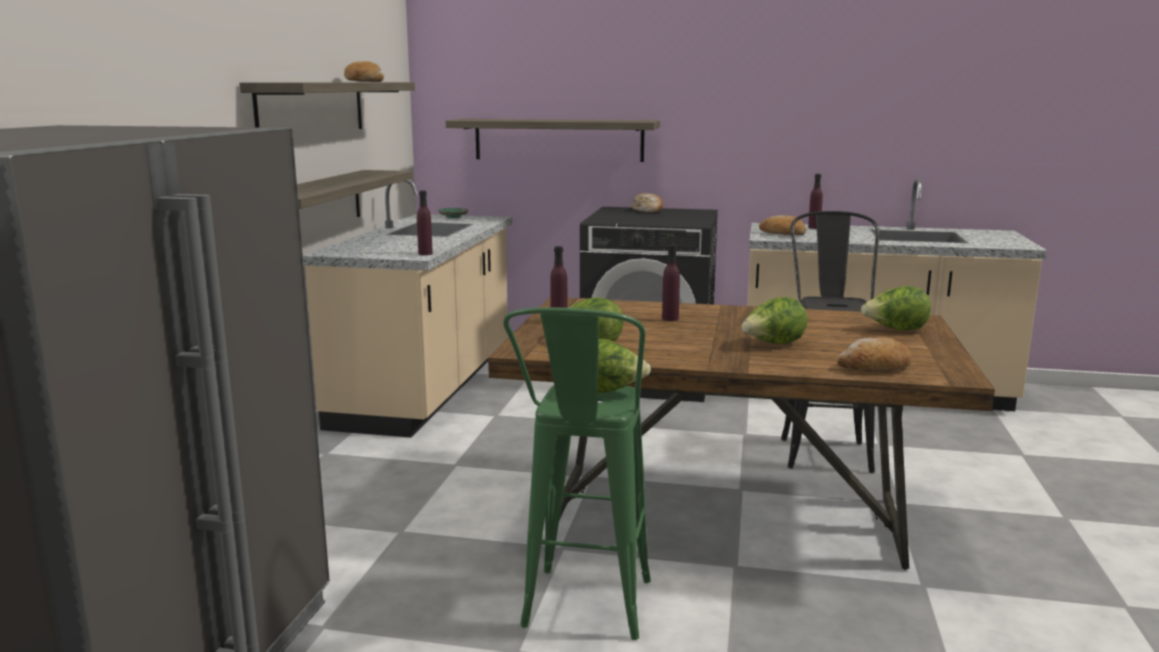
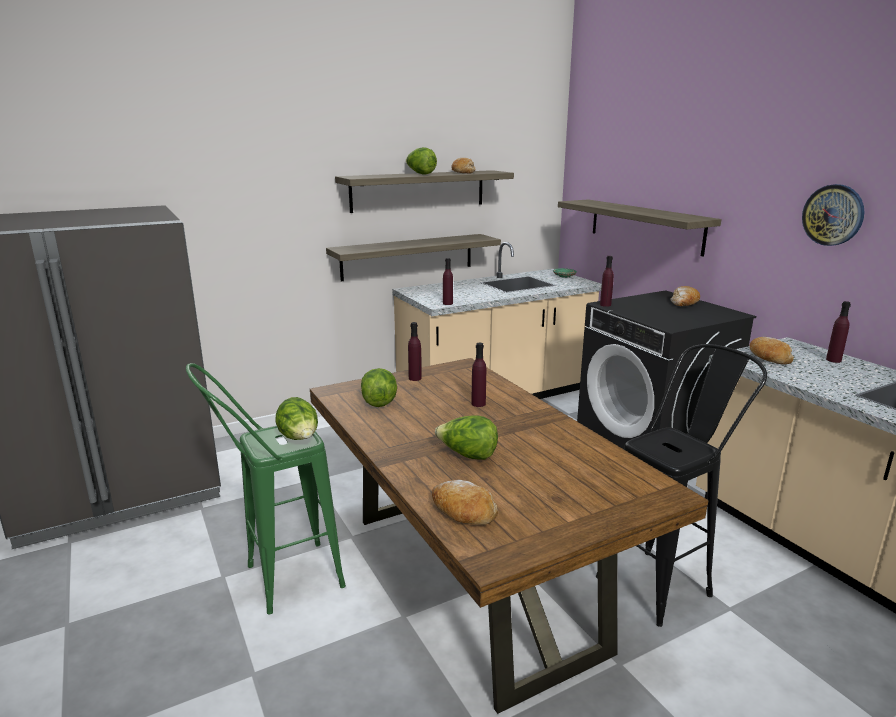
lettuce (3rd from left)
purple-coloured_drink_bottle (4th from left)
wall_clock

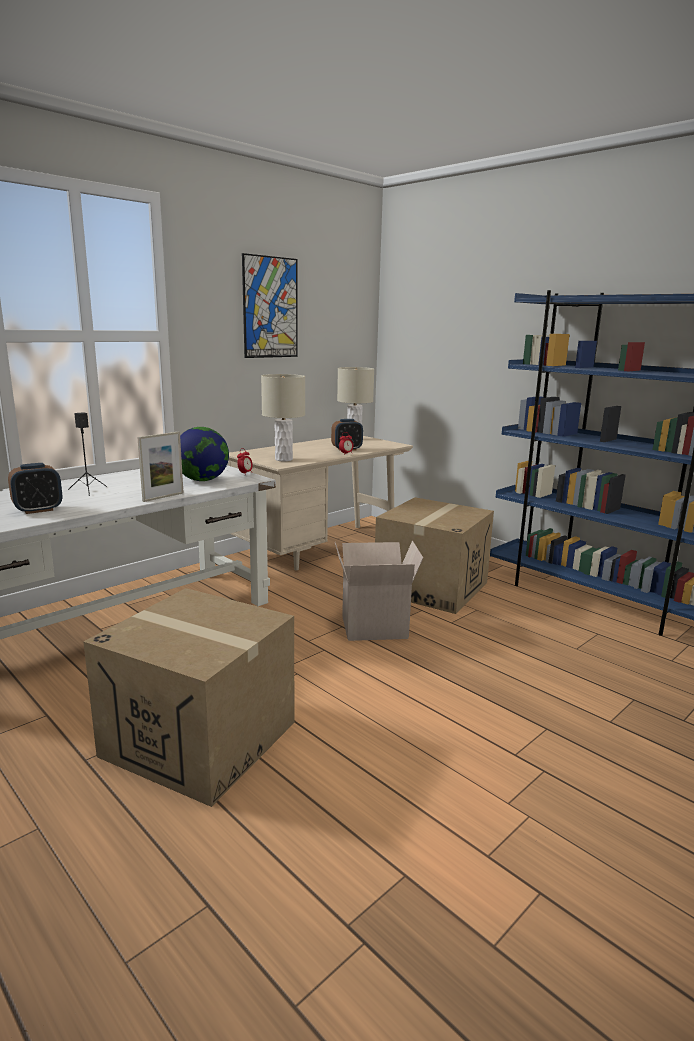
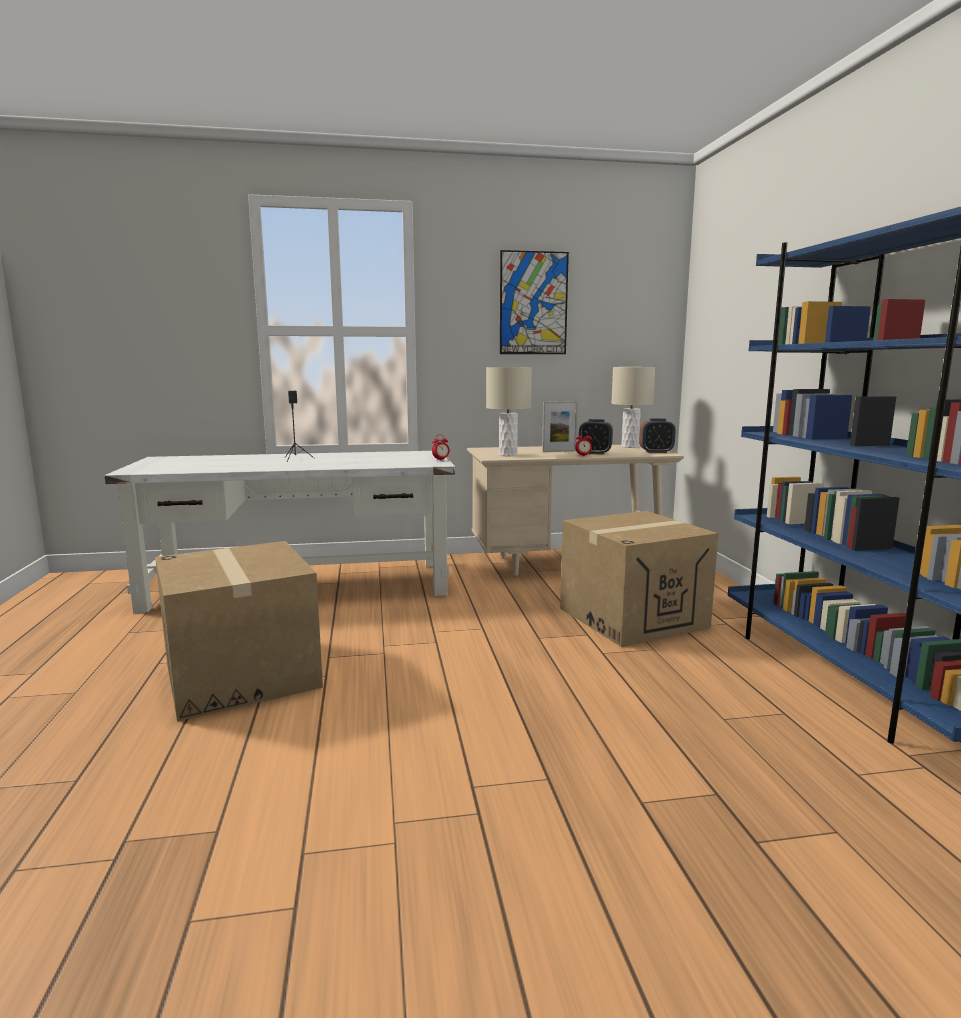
picture_frame
bedside_clock (4th from left)
globe
cardboard_box (2nd from left in the first image)

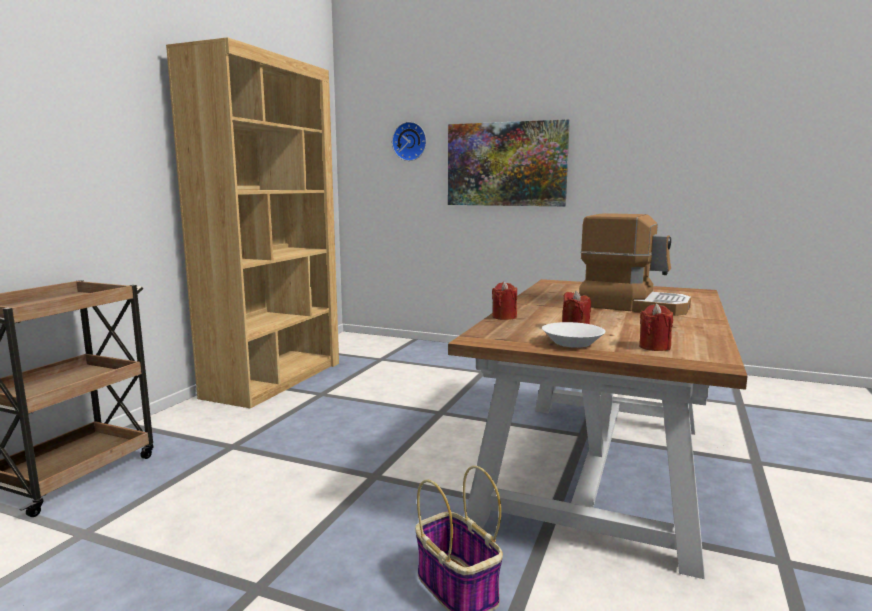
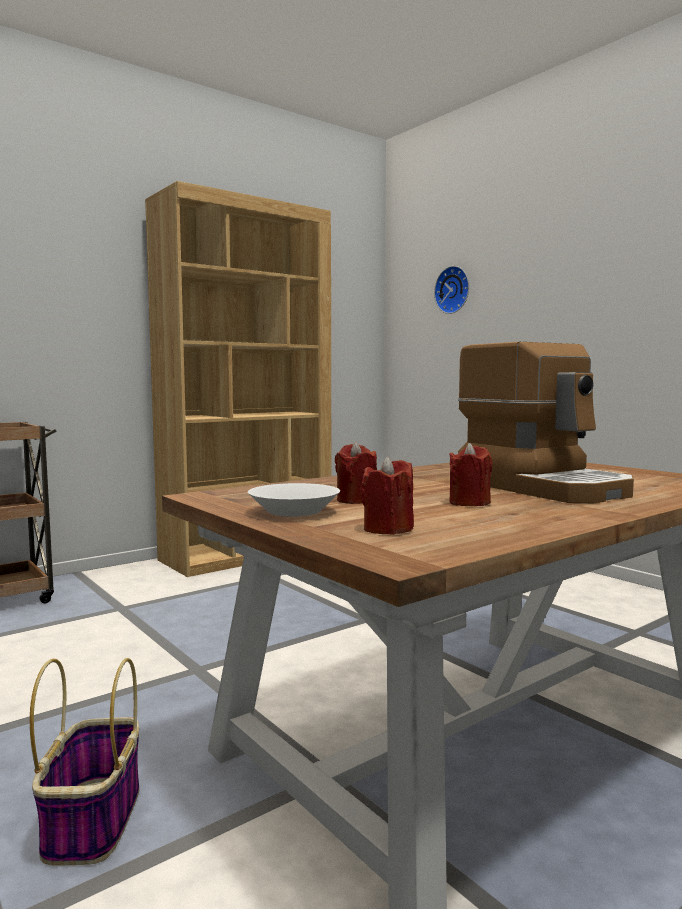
reddish_wax_candle (3rd from left)
picture

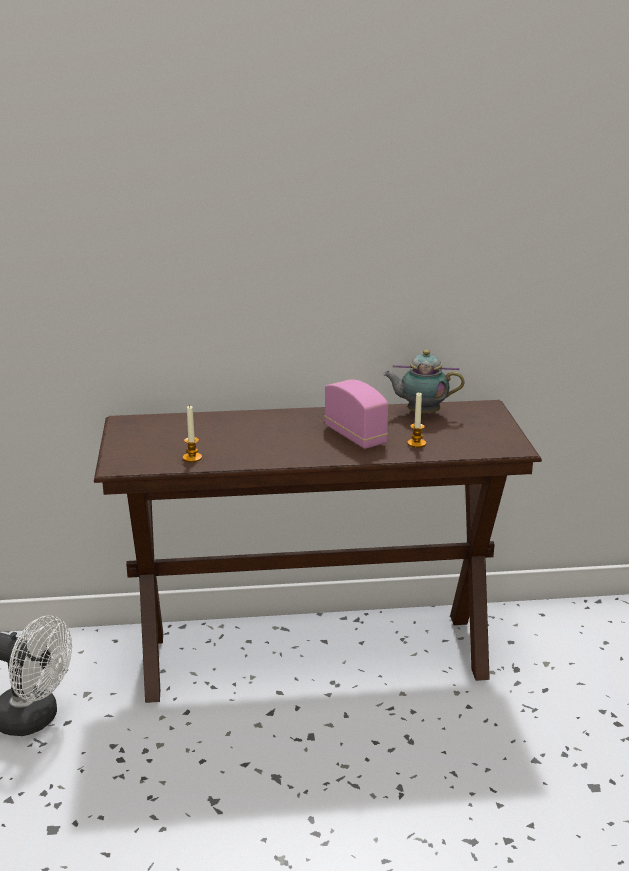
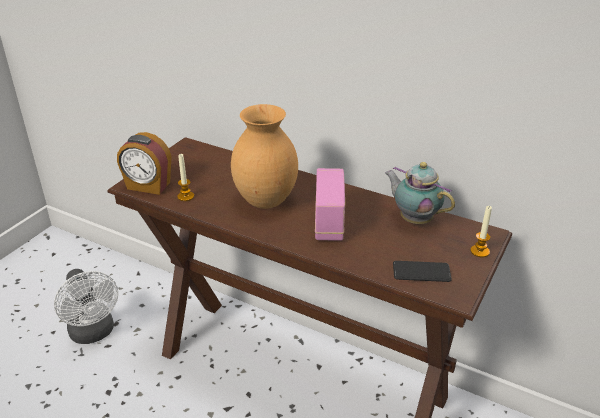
bedside_clock
brown-coloured_vase
handset
wax_candle (2nd from left)

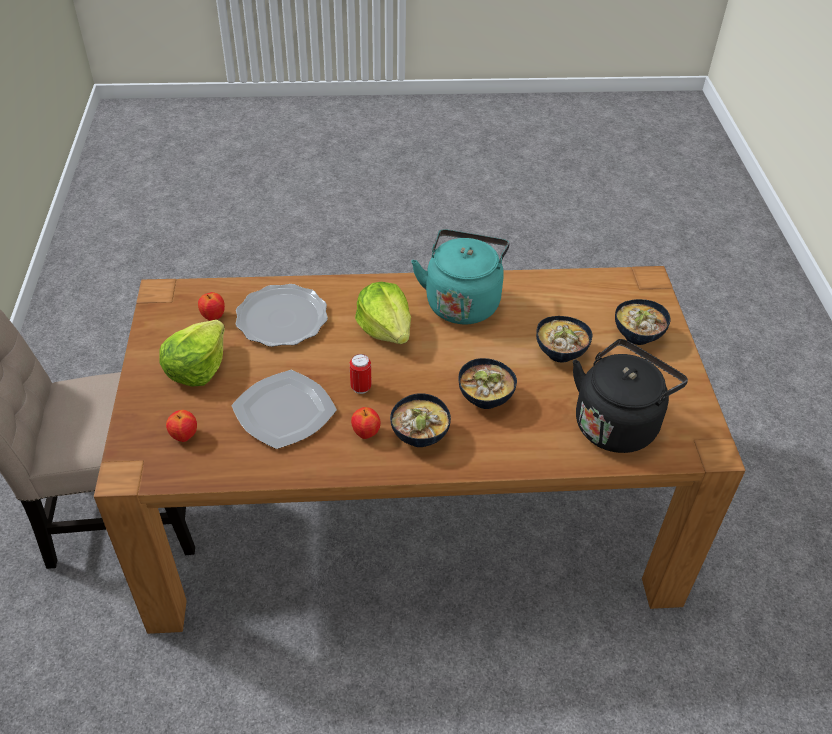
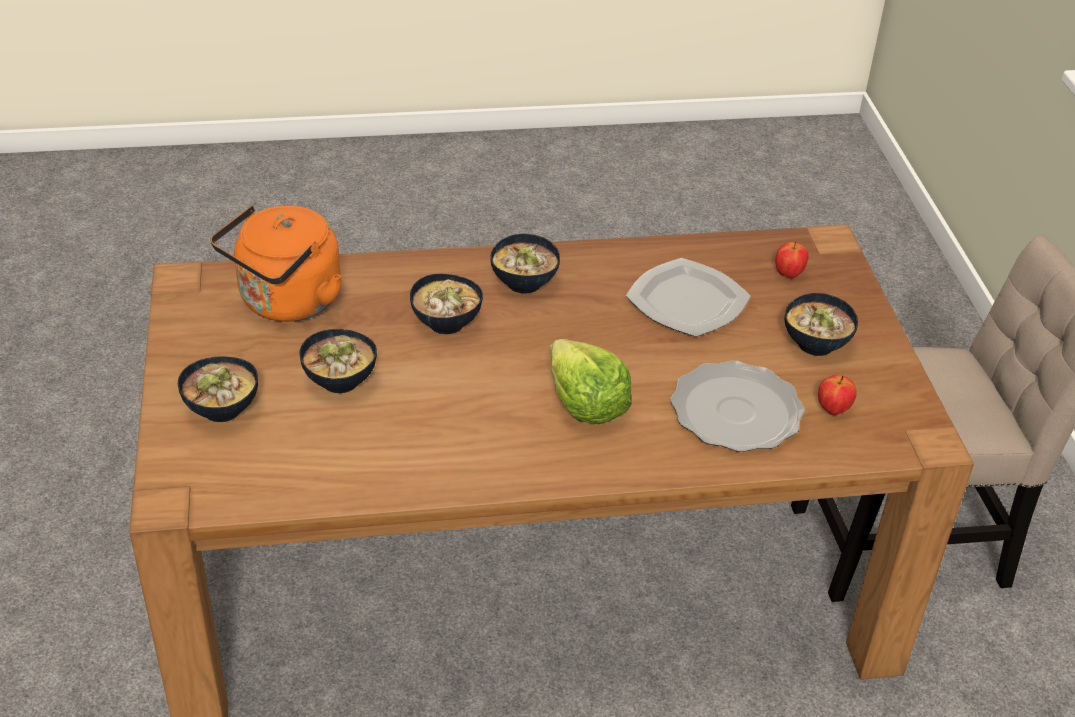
orange_water_kettle
deep_dish (5th from left)
metal_can
apple (3rd from left in the first image)
turquoise-coloured_water_kettle

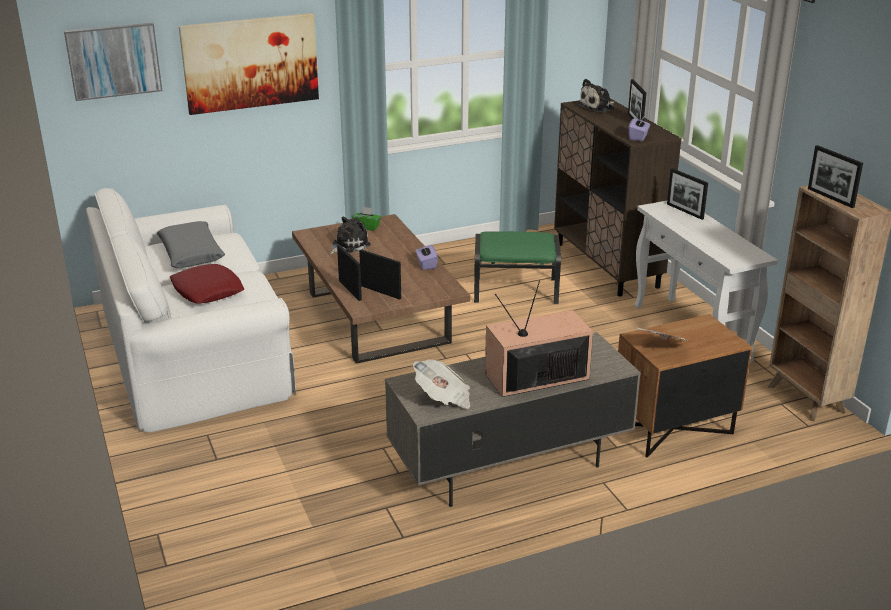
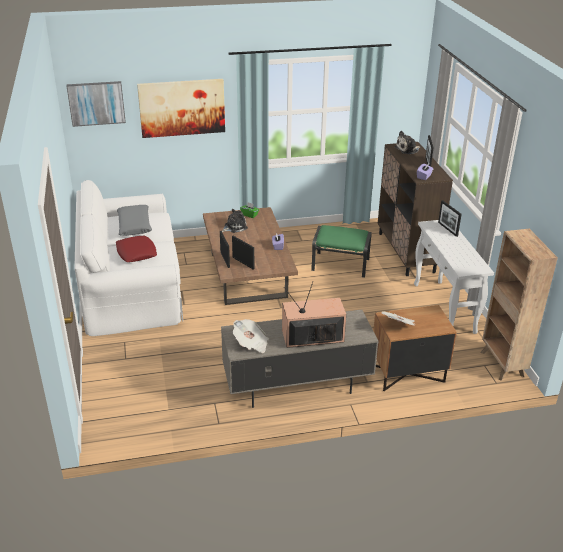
picture_frame (5th from left in the first image)

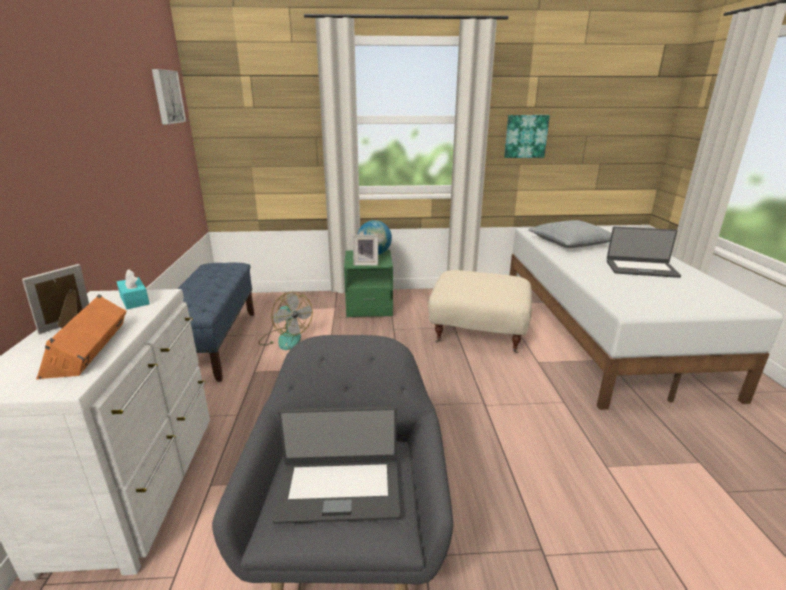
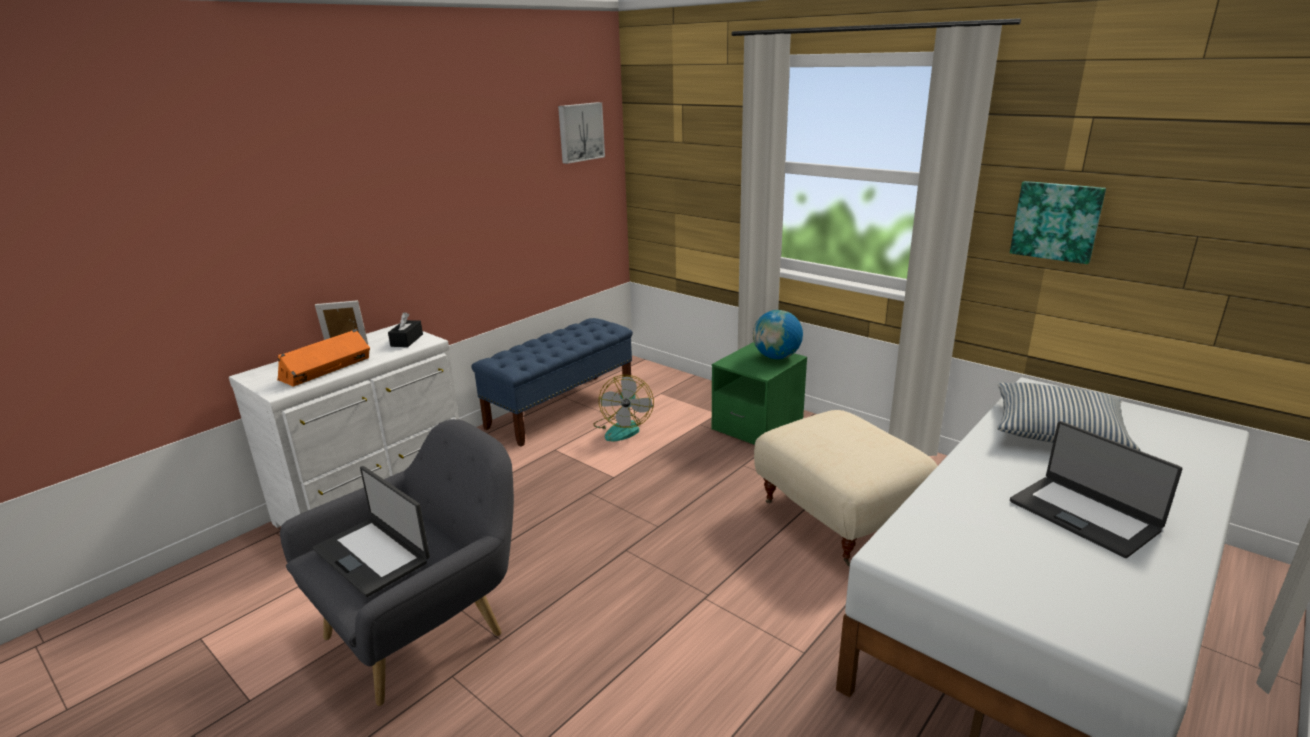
black-coloured_tissue_box
picture_frame (2nd from left in the first image)

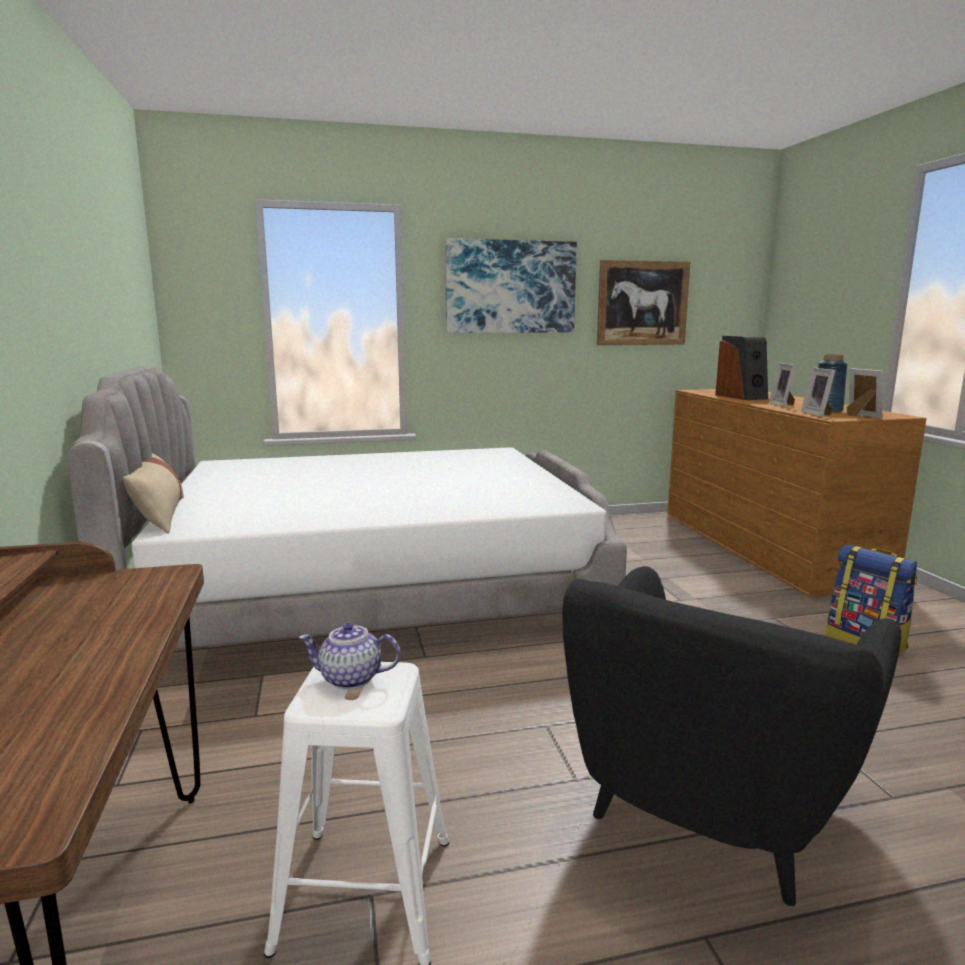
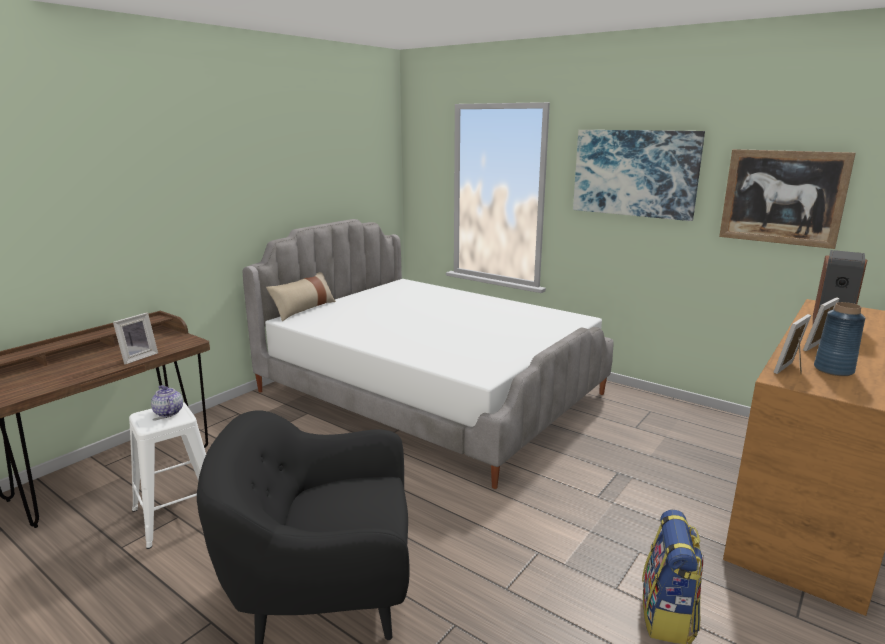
picture_frame (1st from left)

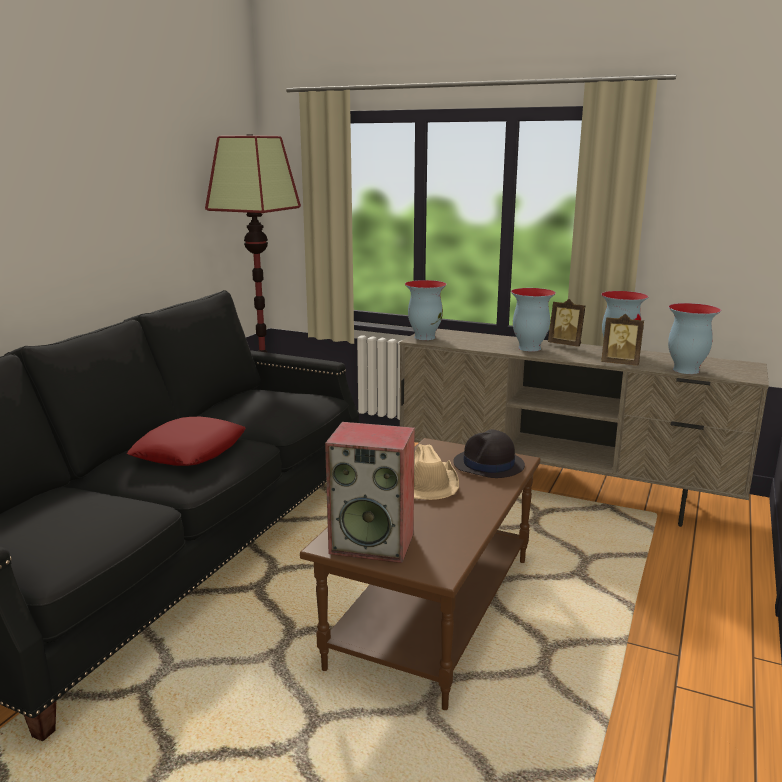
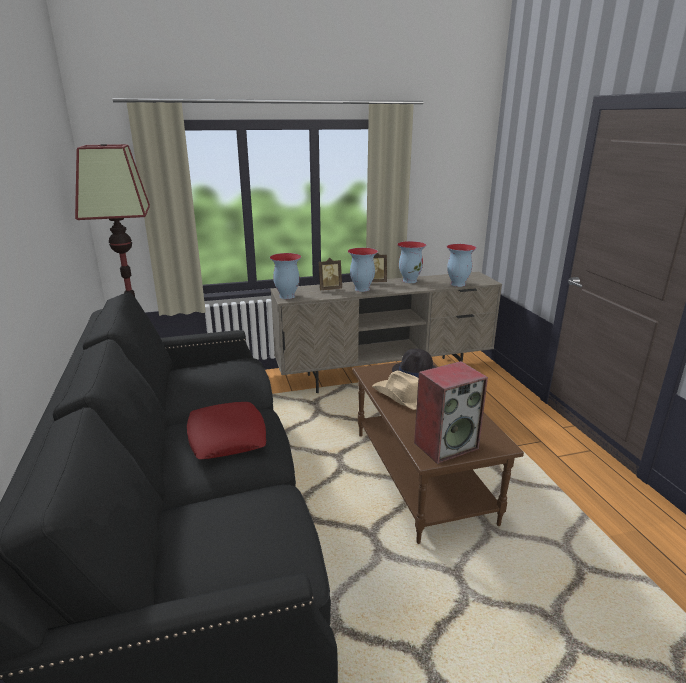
picture_frame (1st from left)

